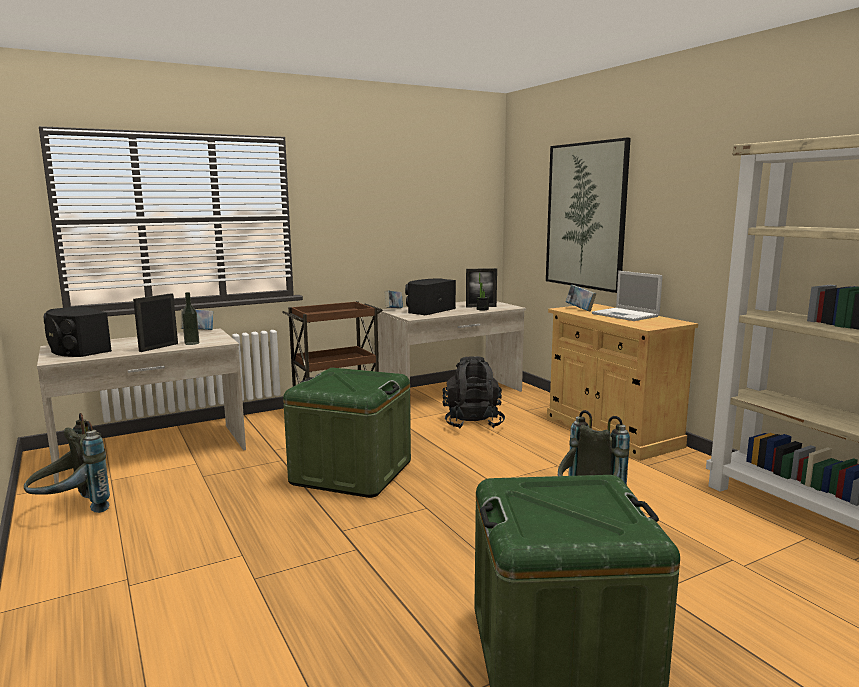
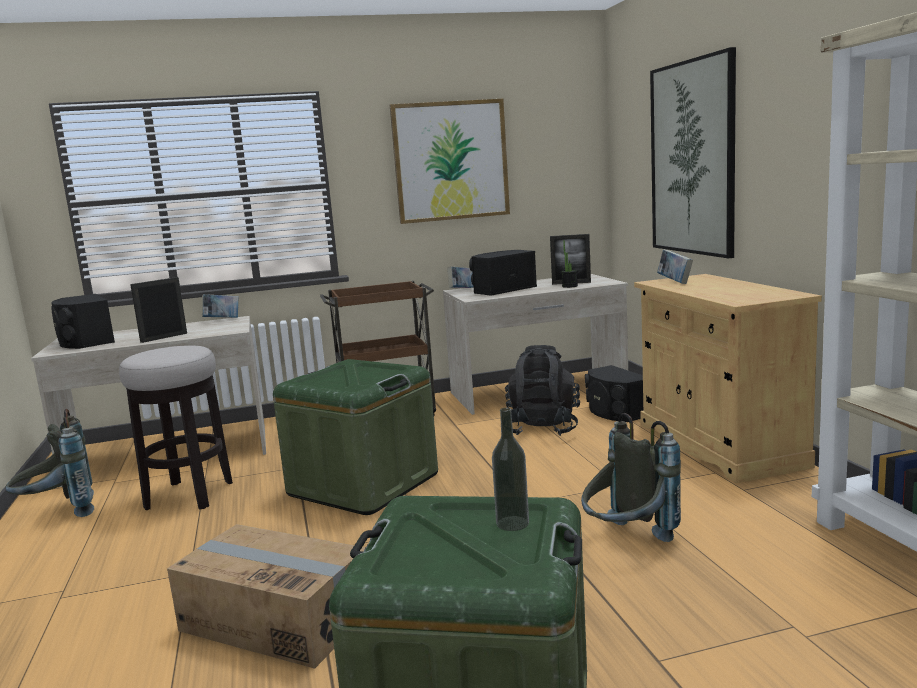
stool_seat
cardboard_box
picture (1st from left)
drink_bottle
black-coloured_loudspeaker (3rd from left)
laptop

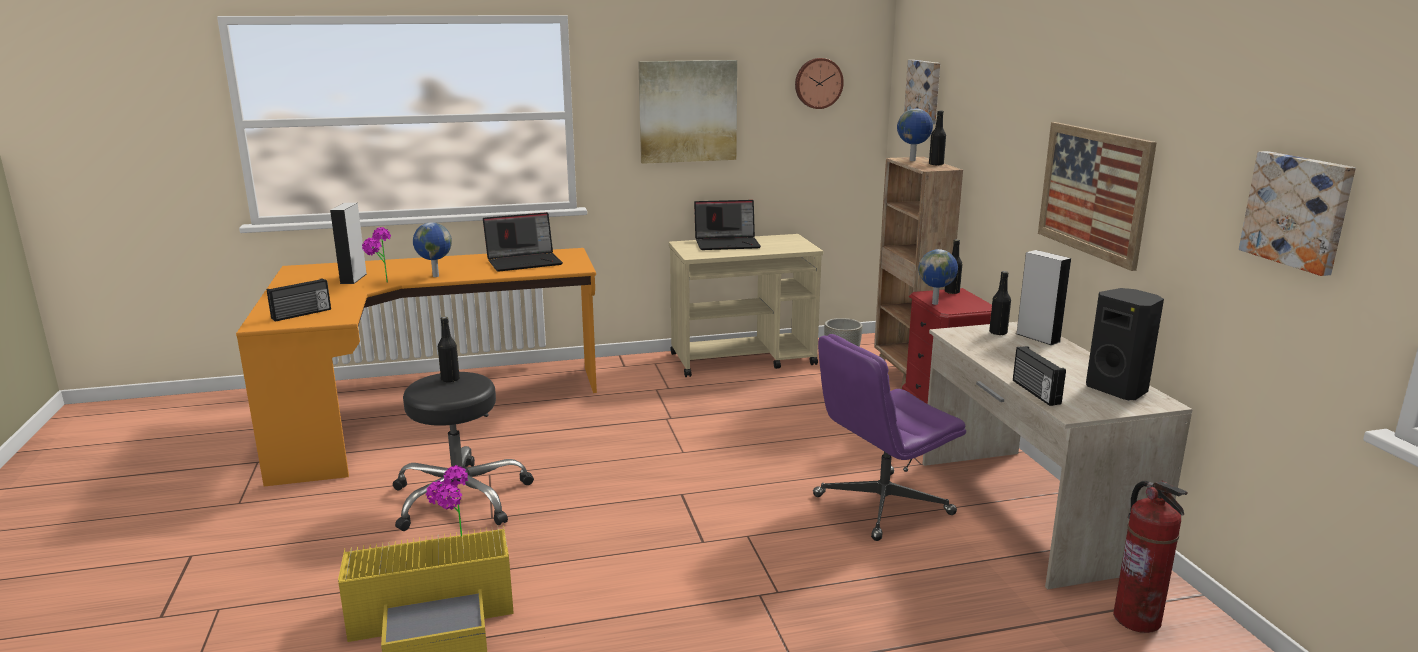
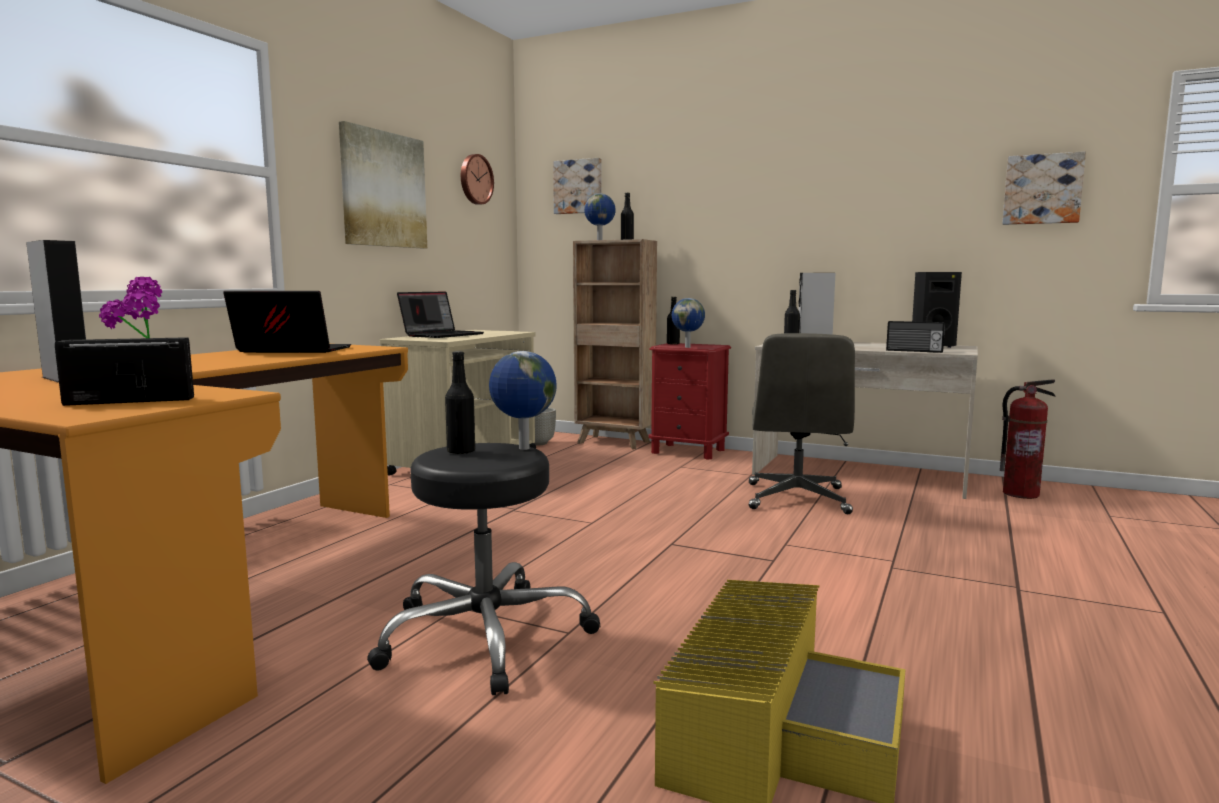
radio_receiver (1st from left)
laptop (1st from left)
globe (1st from left)
grey_office_chair
houseplant (2nd from left in the first image)
picture (3rd from left in the first image)

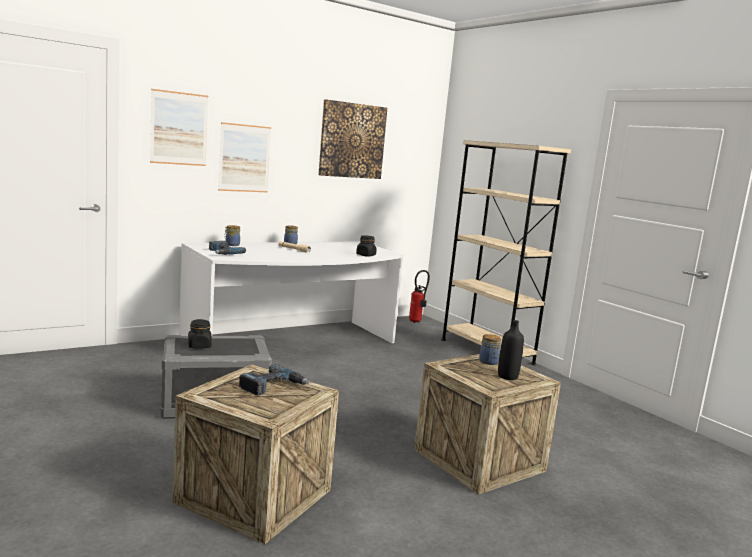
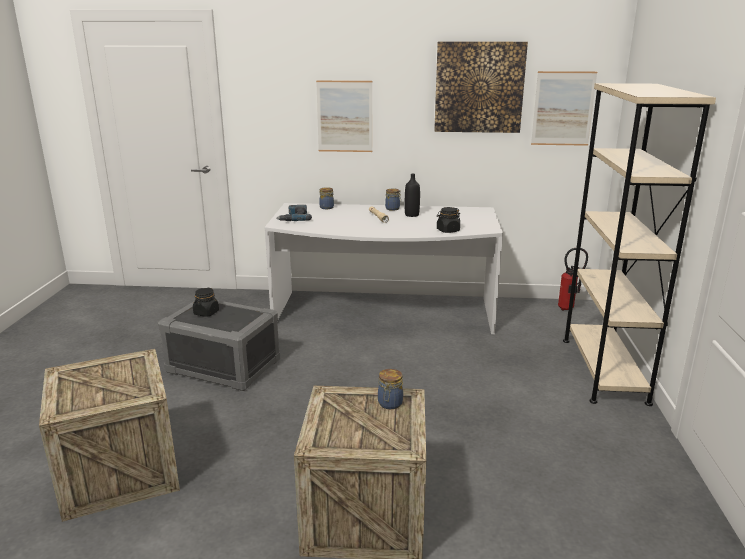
black-coloured_drink_bottle
picture (3rd from left)
power_drill (2nd from left in the first image)

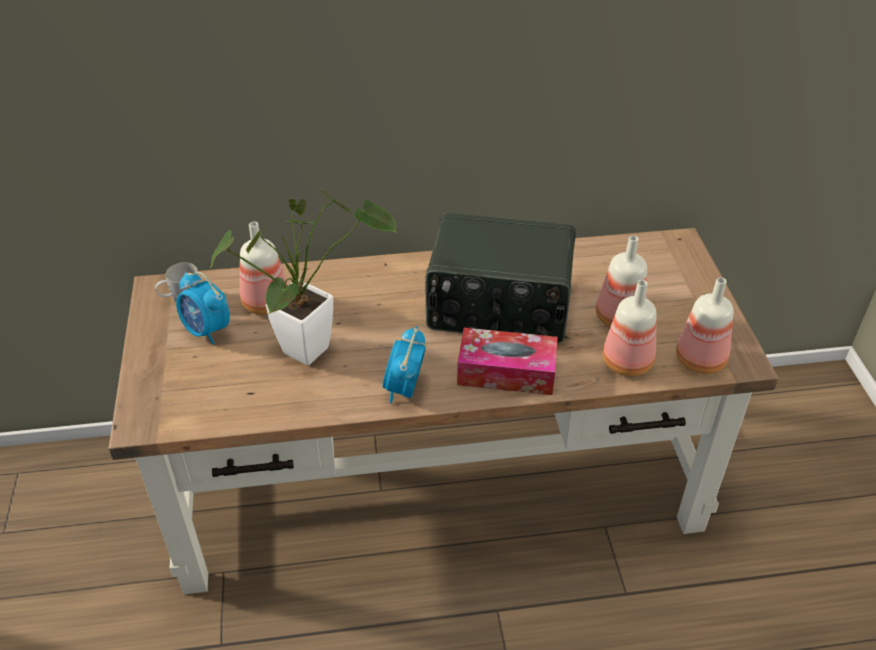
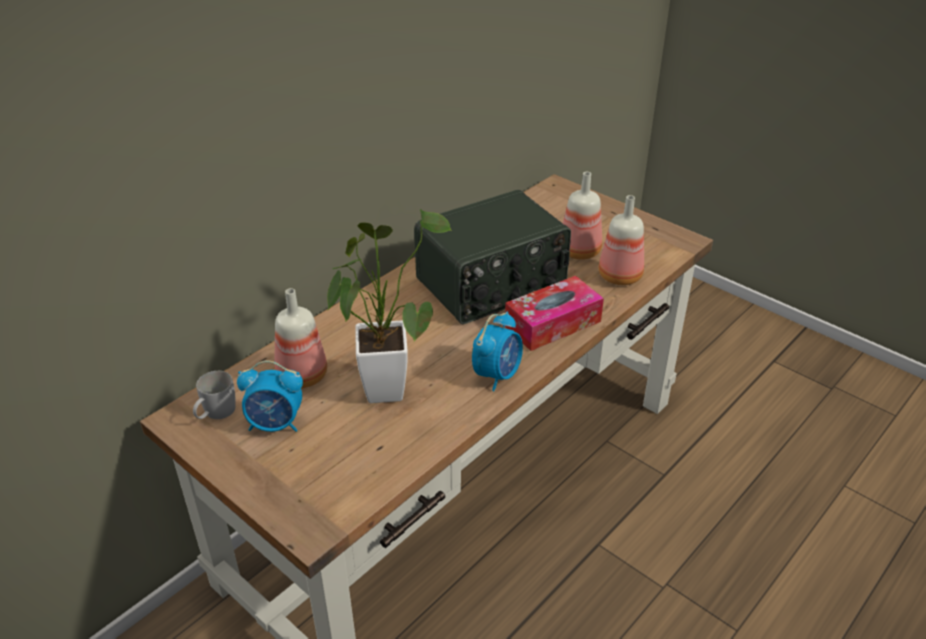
bedside_clock (2nd from left)
drink_bottle (4th from left in the first image)

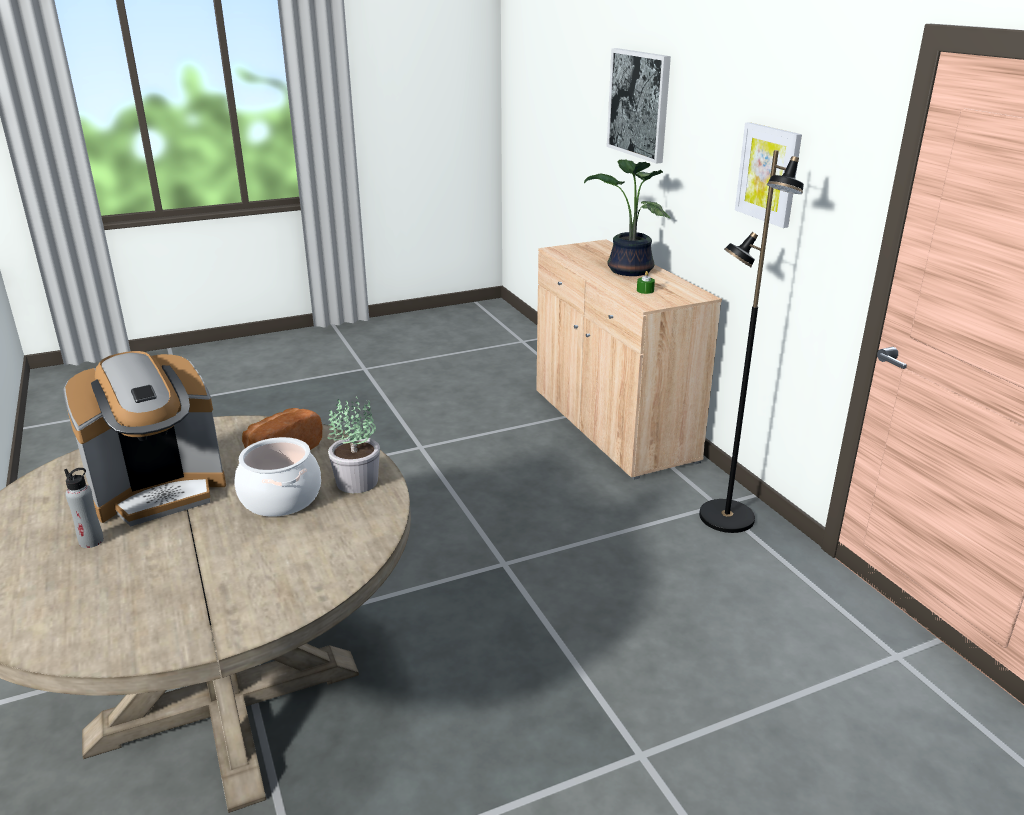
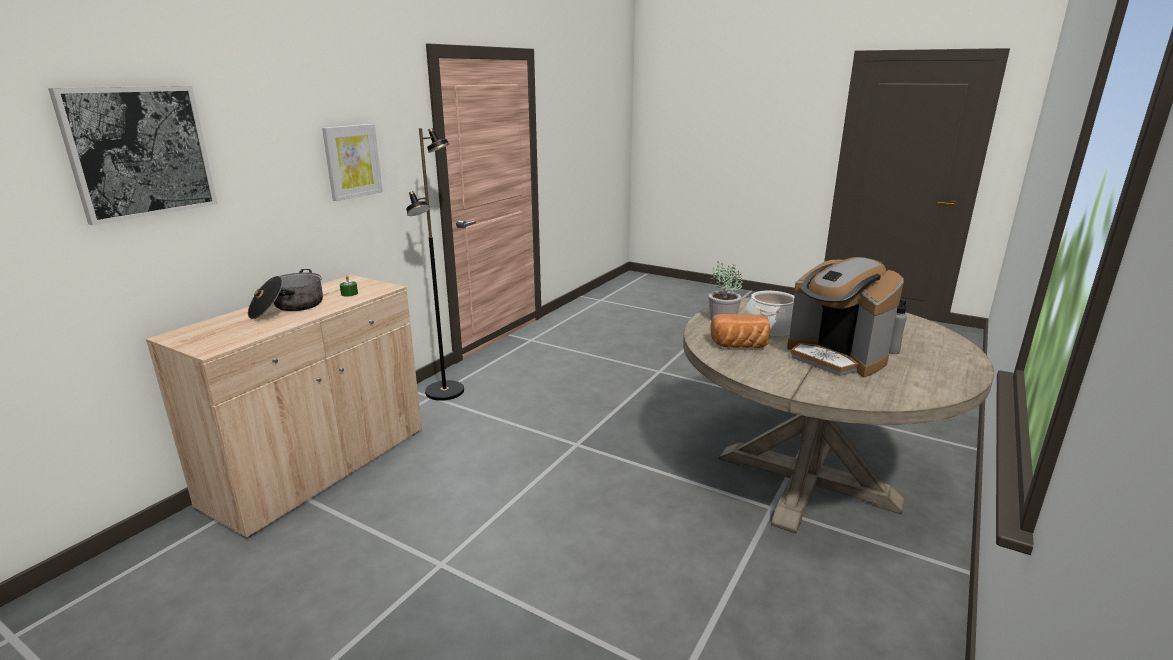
stockpot (1st from left)
coffee_maker

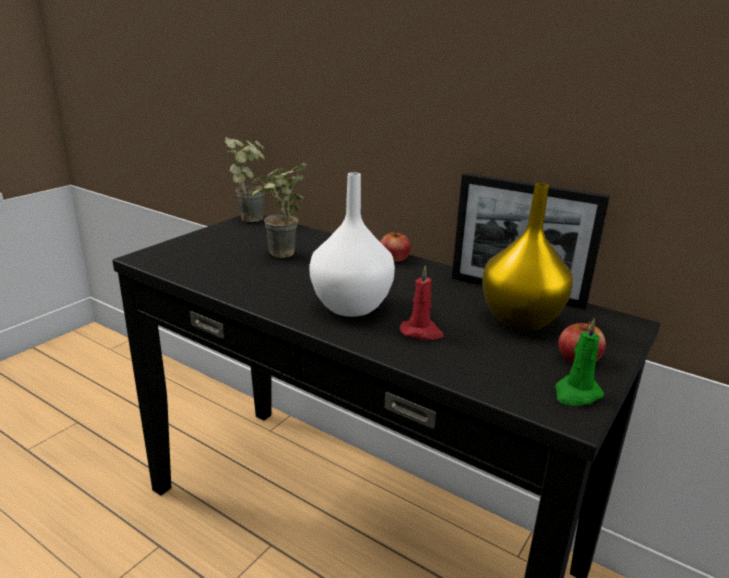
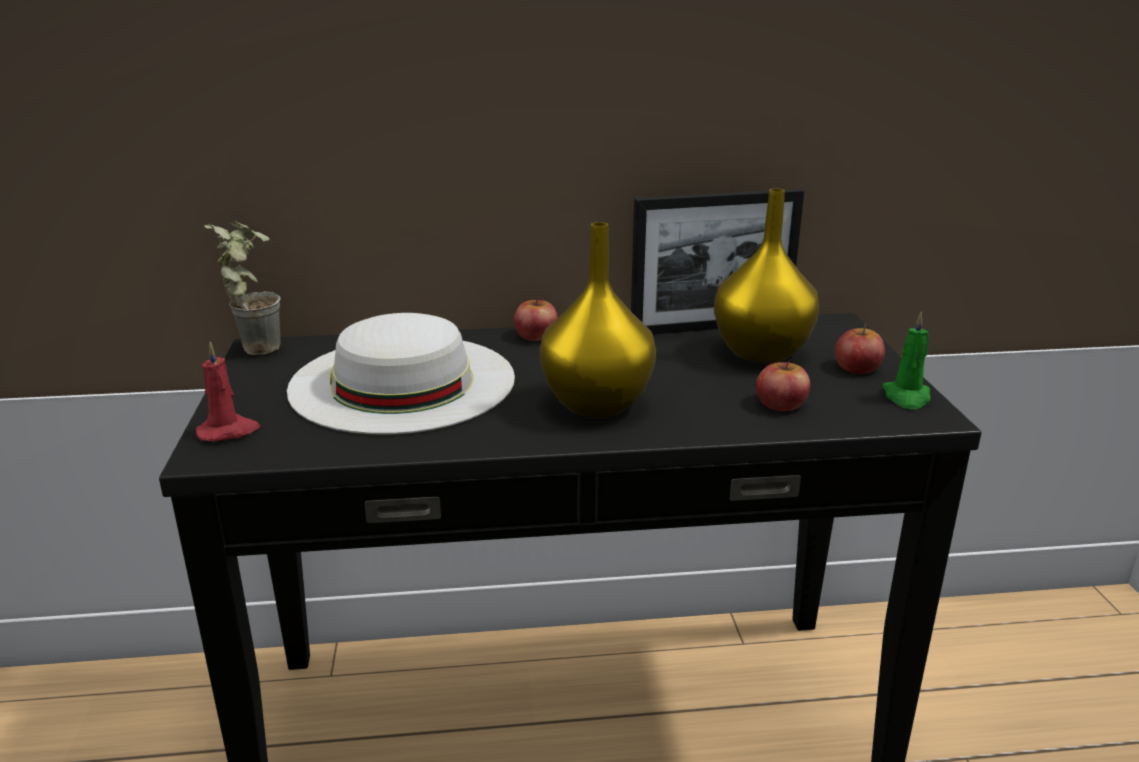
reddish_wax_candle
white-coloured_clothing_hat
yellow-coloured_vase (1st from left)
apple (2nd from left)

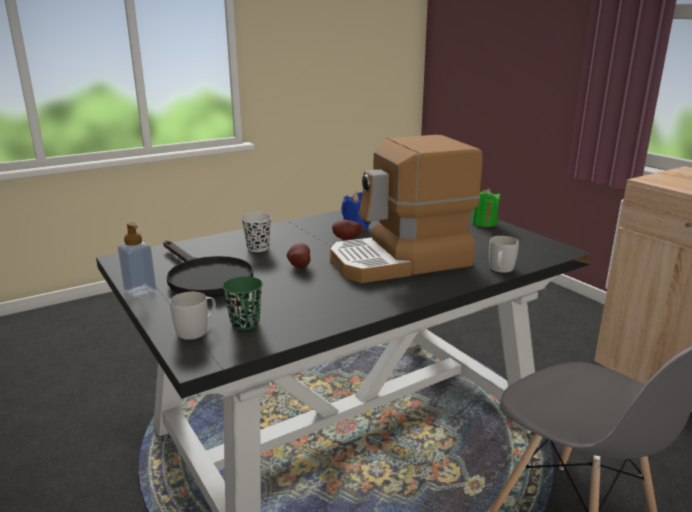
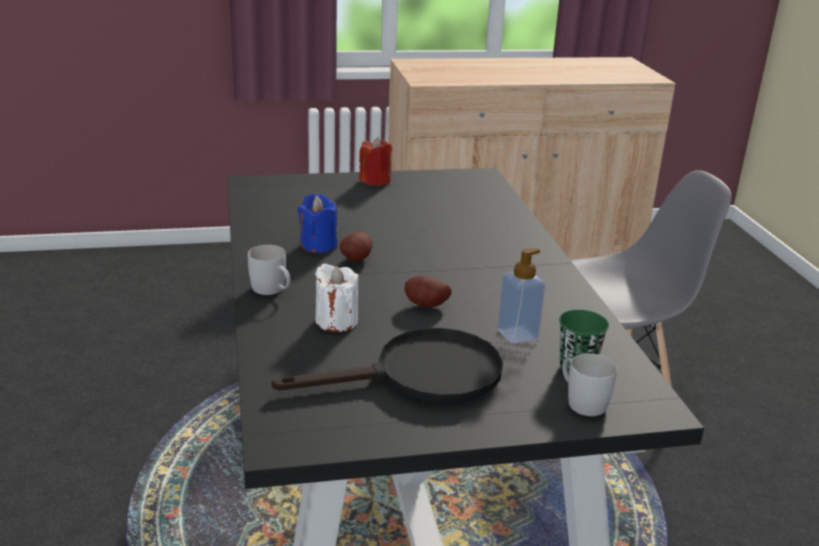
white-coloured_tea_mug (1st from left)
white-coloured_wax_candle
reddish_wax_candle
soap_bottle
coffee_maker

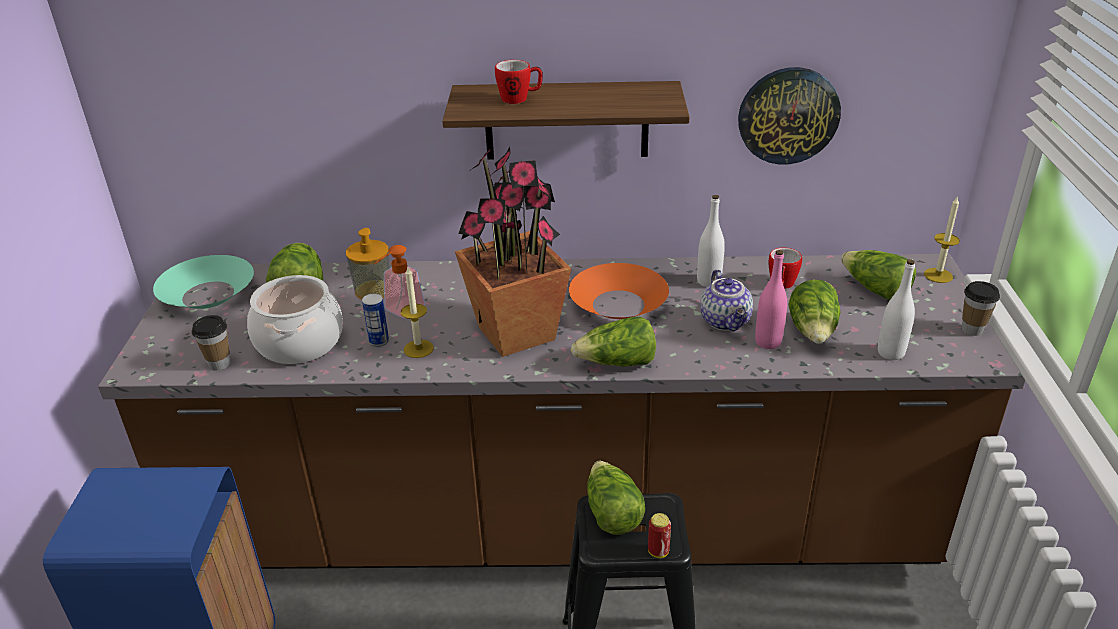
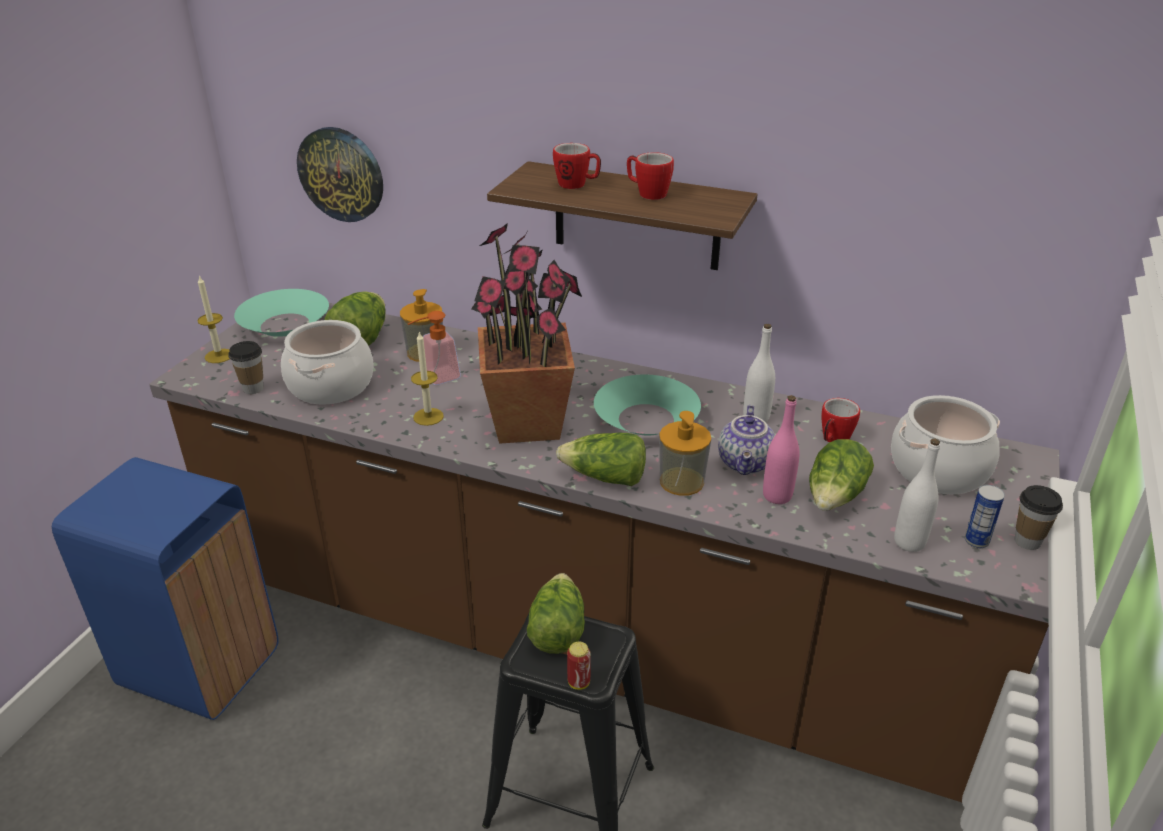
wax_candle (1st from left)
wall_clock
turquoise-coloured_deep_dish (2nd from left)
tea_mug (2nd from left)
soap_bottle (3rd from left)
stockpot (2nd from left)
metal_can (2nd from left)

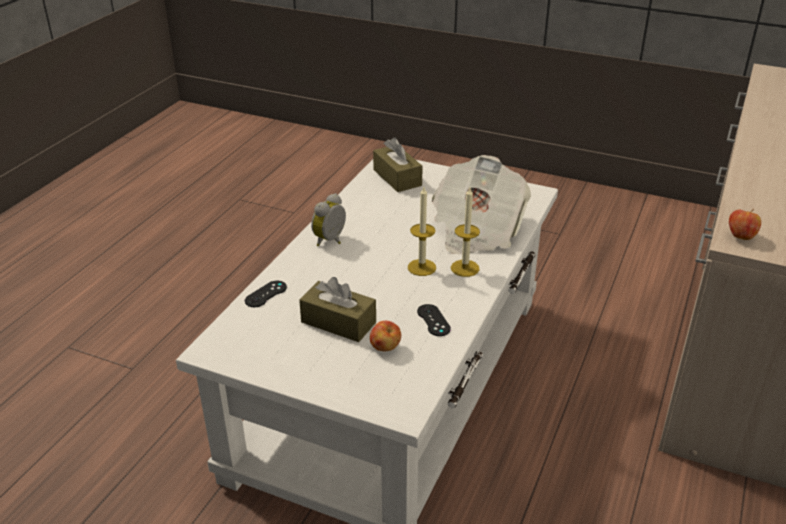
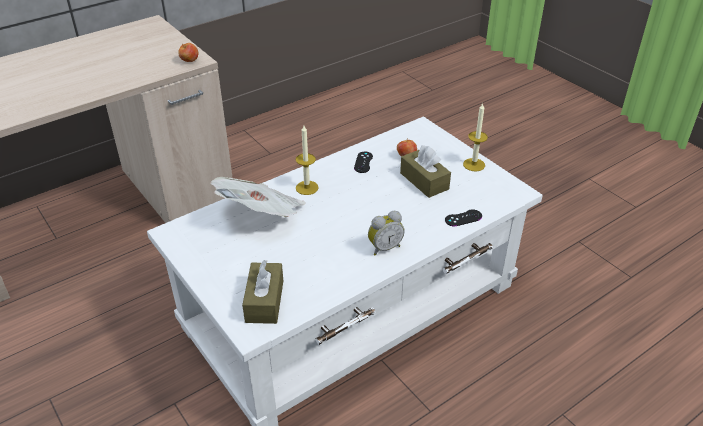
wax_candle (2nd from left)

